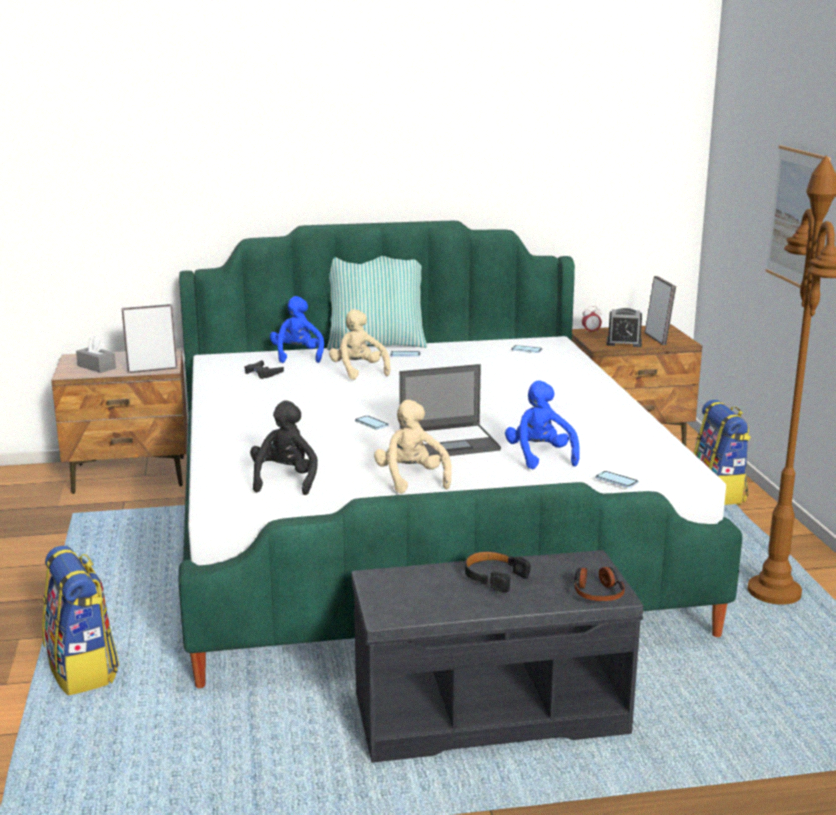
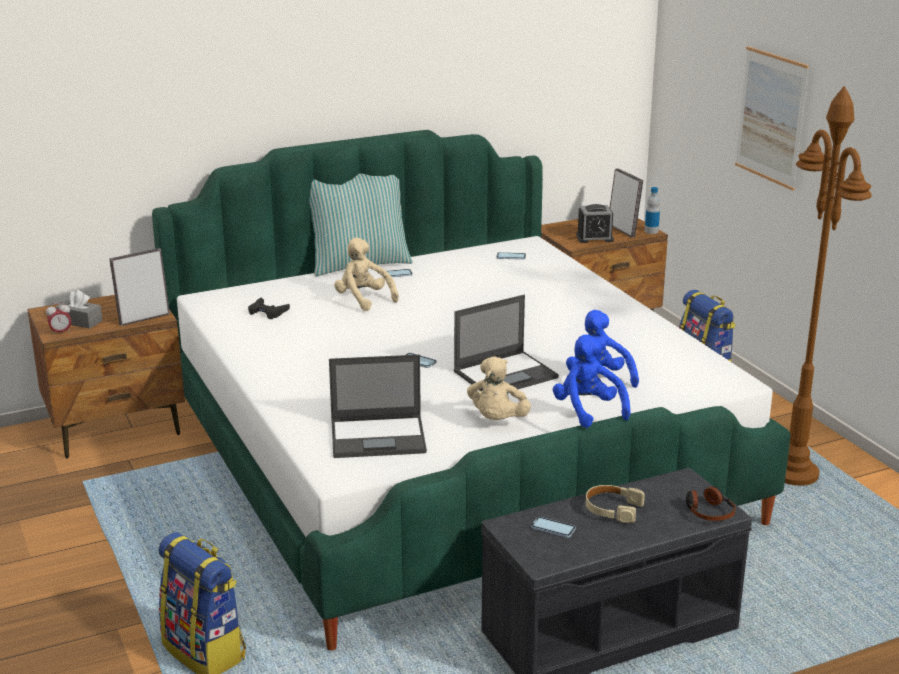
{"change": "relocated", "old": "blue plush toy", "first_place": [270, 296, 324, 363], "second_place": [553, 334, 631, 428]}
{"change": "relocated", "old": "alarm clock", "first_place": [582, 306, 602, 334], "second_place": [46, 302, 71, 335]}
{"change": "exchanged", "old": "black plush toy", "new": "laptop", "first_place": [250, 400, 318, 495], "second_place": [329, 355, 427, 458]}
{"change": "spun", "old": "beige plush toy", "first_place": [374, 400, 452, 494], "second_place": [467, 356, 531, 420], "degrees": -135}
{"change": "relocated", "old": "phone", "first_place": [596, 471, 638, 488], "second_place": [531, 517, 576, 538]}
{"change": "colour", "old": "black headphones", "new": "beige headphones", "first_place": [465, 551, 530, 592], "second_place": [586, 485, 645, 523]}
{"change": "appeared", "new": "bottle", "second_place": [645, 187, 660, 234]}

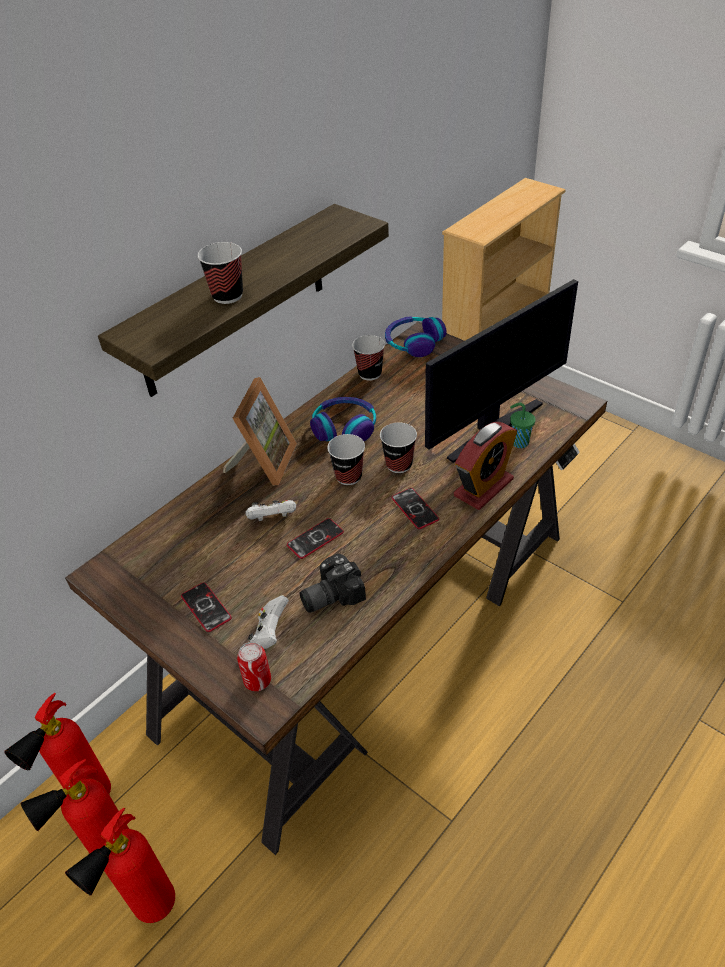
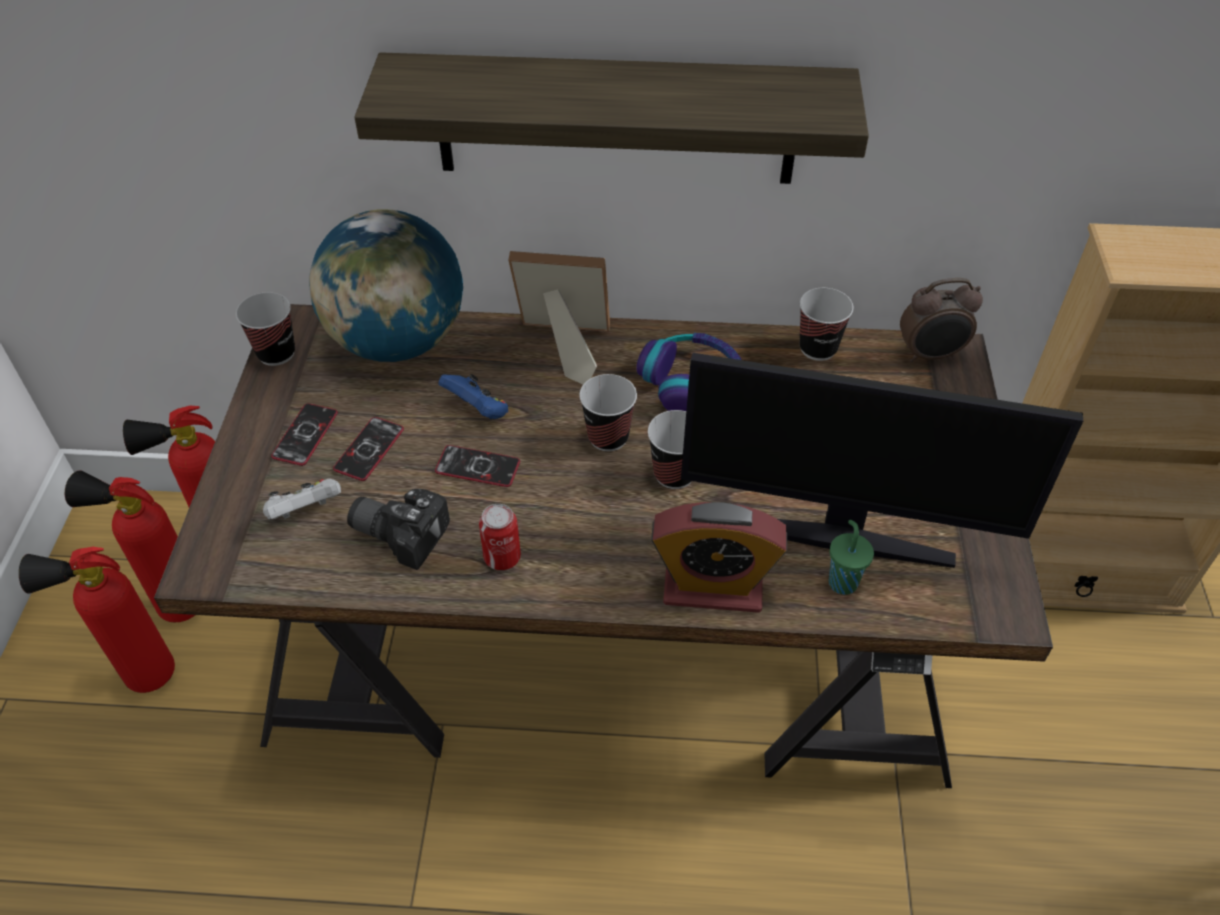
{"change": "relocated", "old": "cup", "first_place": [198, 242, 243, 304], "second_place": [236, 292, 295, 366]}
{"change": "exchanged", "old": "headphones", "new": "alarm clock", "first_place": [385, 316, 447, 357], "second_place": [900, 278, 983, 363]}
{"change": "spun", "old": "picture frame", "first_place": [223, 377, 297, 486], "second_place": [509, 251, 610, 384], "degrees": -150}
{"change": "relocated", "old": "phone", "first_place": [391, 488, 439, 529], "second_place": [333, 417, 404, 481]}
{"change": "colour", "old": "white game controller", "new": "blue game controller", "first_place": [245, 500, 296, 521], "second_place": [438, 374, 508, 419]}
{"change": "relocated", "old": "can", "first_place": [237, 642, 271, 691], "second_place": [479, 504, 521, 570]}
{"change": "appeared", "new": "globe", "second_place": [309, 209, 463, 362]}

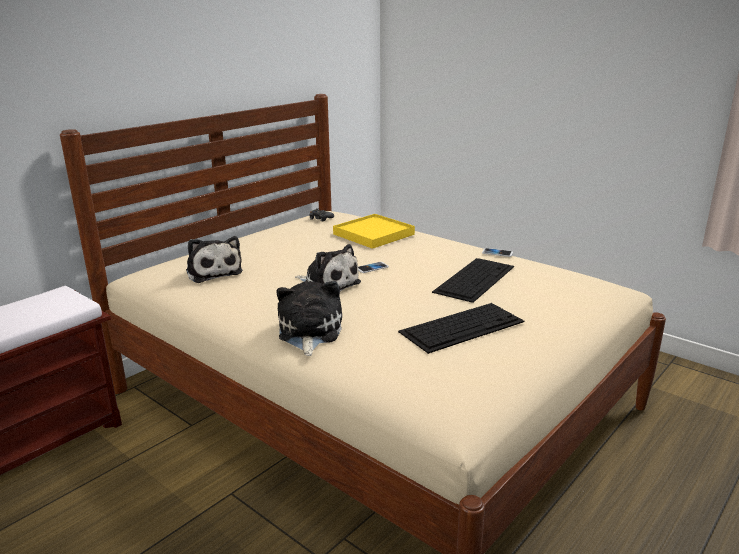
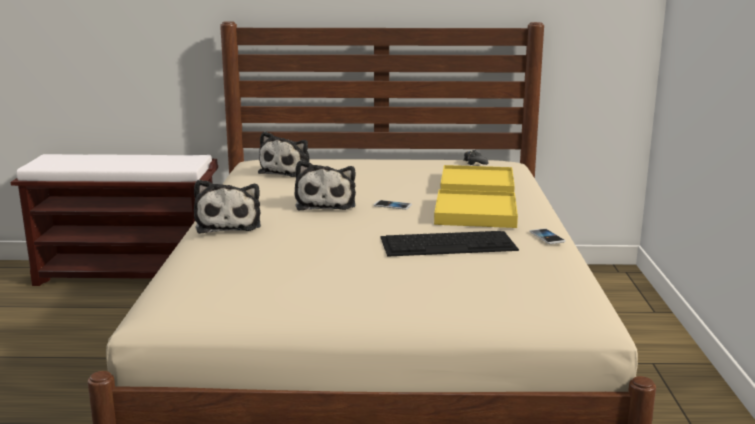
{"change": "spun", "old": "plush toy", "first_place": [276, 281, 342, 356], "second_place": [194, 180, 261, 234], "degrees": 120}
{"change": "missing", "old": "keyboard", "first_place": [398, 303, 525, 354]}
{"change": "appeared", "new": "yellow tray", "second_place": [434, 190, 518, 228]}

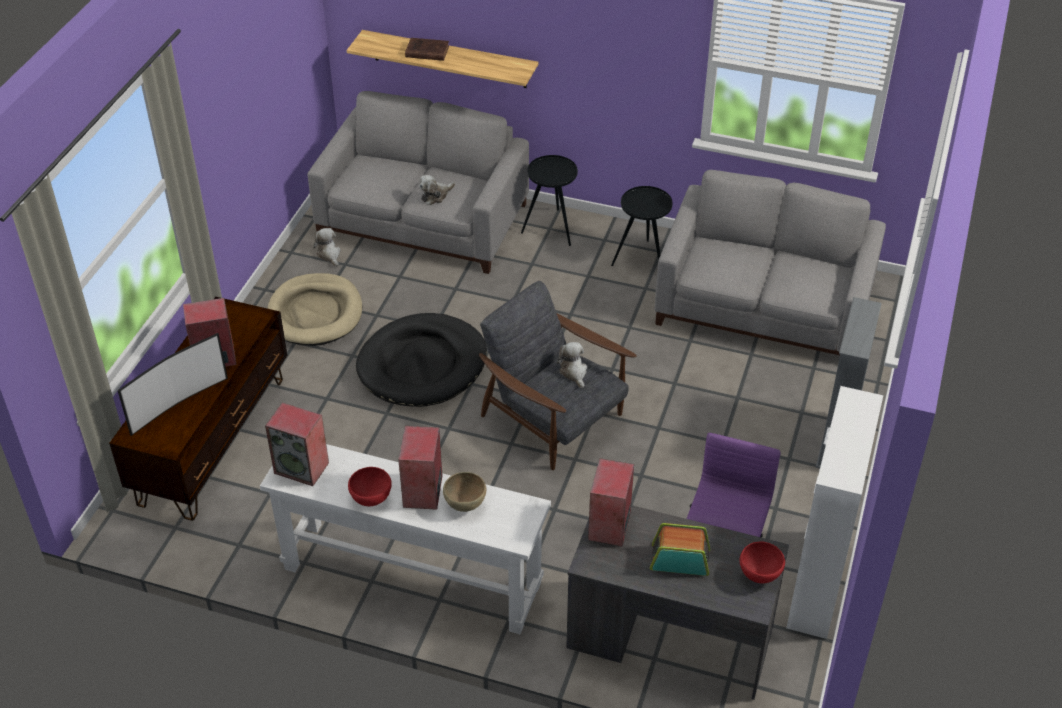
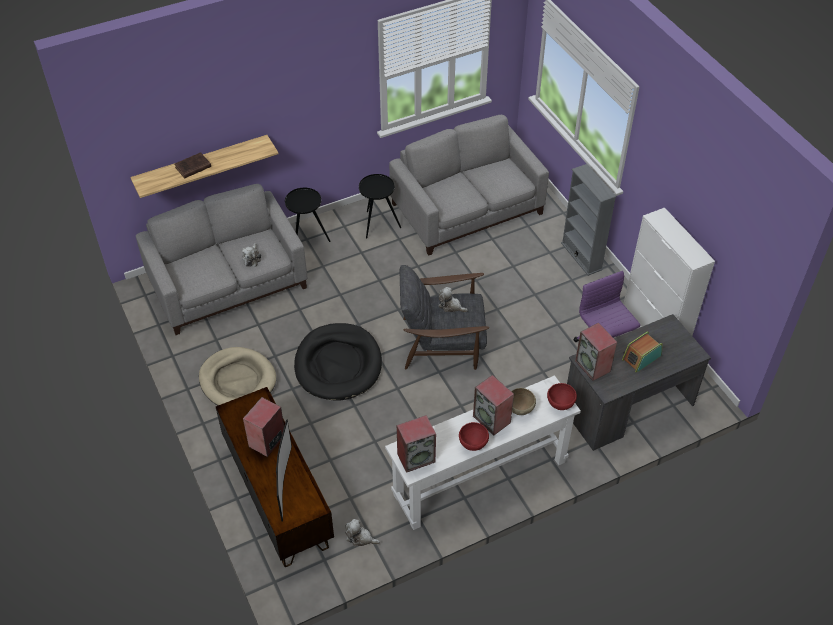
{"change": "relocated", "old": "plush toy", "first_place": [313, 228, 341, 267], "second_place": [345, 519, 380, 547]}
{"change": "relocated", "old": "red bowl", "first_place": [740, 542, 785, 583], "second_place": [547, 383, 577, 410]}

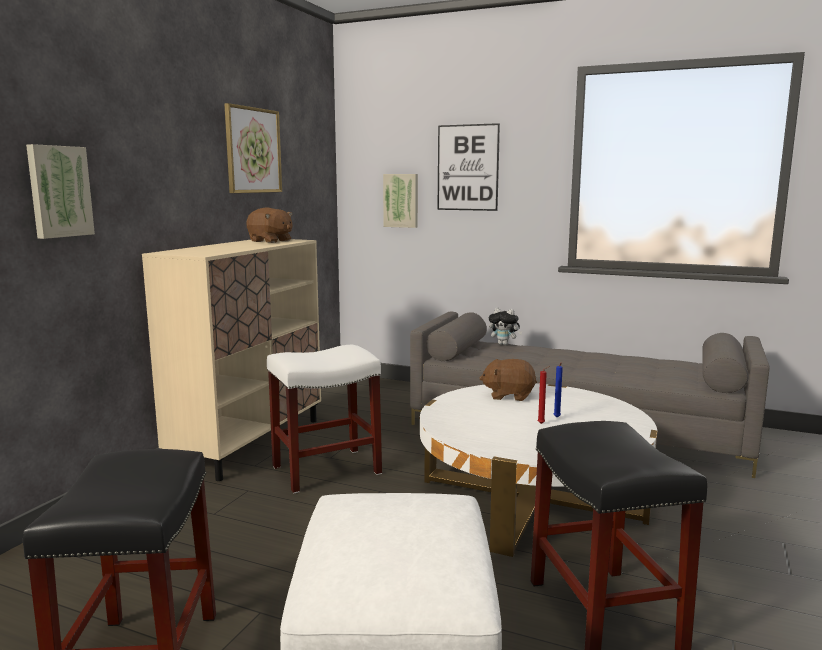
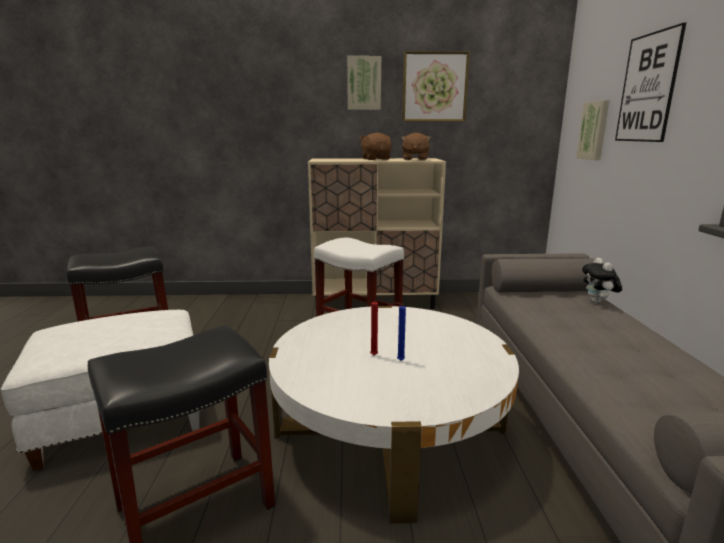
{"change": "relocated", "old": "picture", "first_place": [26, 144, 95, 239], "second_place": [347, 56, 381, 110]}
{"change": "relocated", "old": "brown plush toy", "first_place": [479, 359, 537, 401], "second_place": [359, 133, 392, 160]}

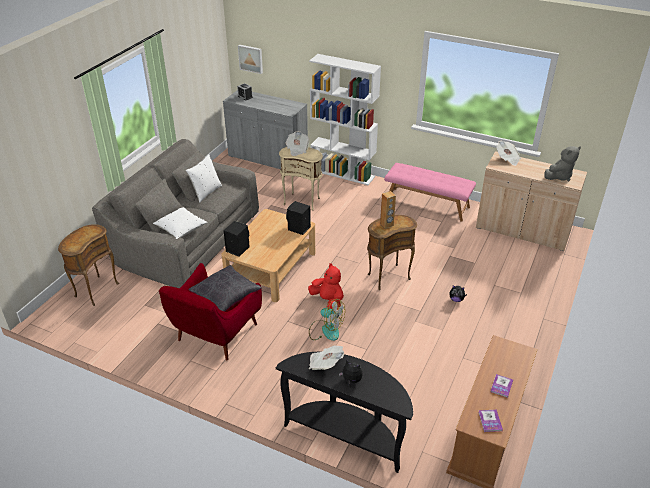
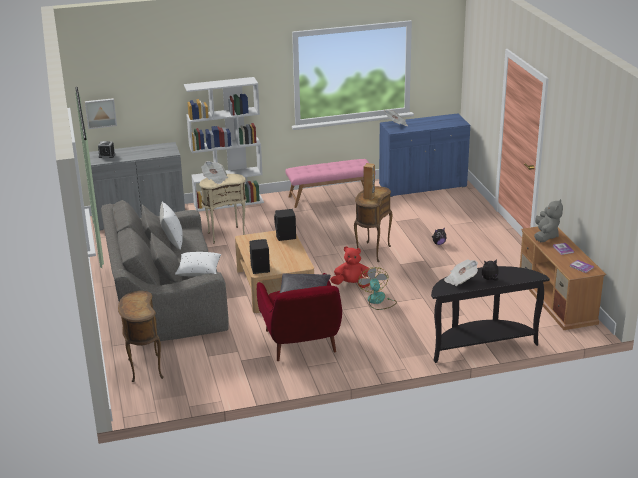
{"change": "relocated", "old": "grey plush toy", "first_place": [544, 146, 581, 181], "second_place": [534, 199, 563, 242]}
{"change": "colour", "old": "beige cabinet", "new": "blue cabinet", "first_place": [476, 151, 587, 251], "second_place": [379, 113, 470, 197]}
{"change": "spun", "old": "fan", "first_place": [309, 299, 345, 341], "second_place": [358, 267, 397, 310], "degrees": -90}

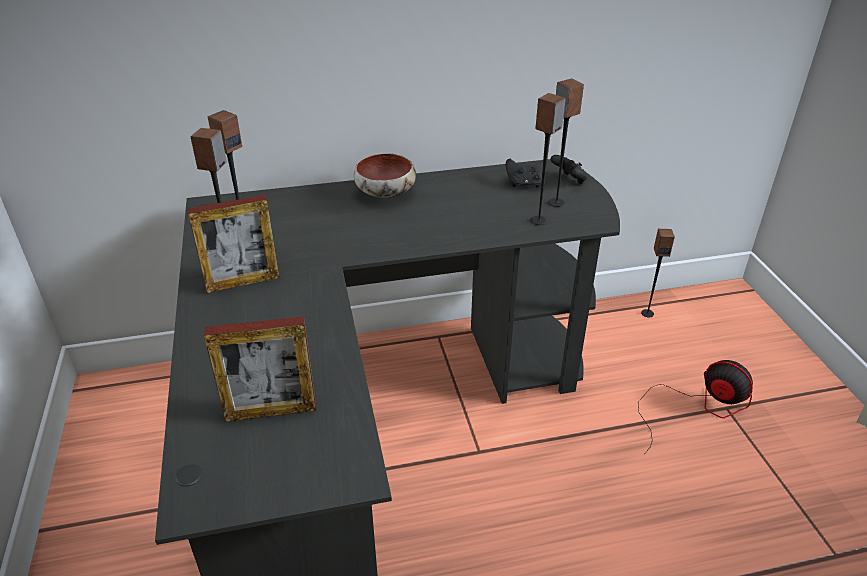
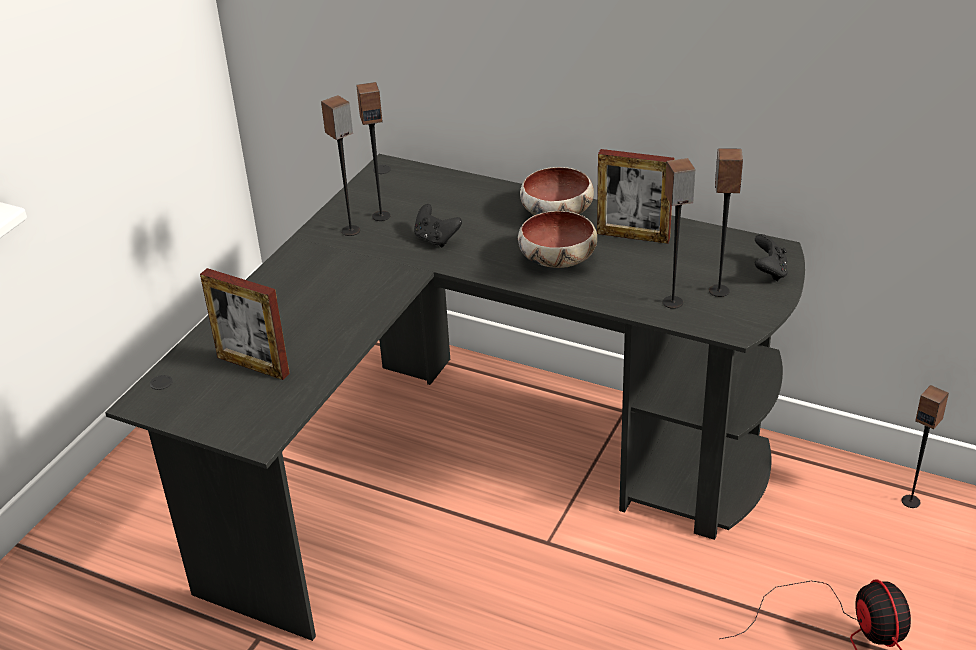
{"change": "relocated", "old": "black game controller", "first_place": [505, 159, 548, 187], "second_place": [414, 204, 462, 247]}
{"change": "relocated", "old": "picture frame", "first_place": [187, 195, 280, 293], "second_place": [597, 149, 674, 244]}
{"change": "appeared", "new": "bowl", "second_place": [518, 211, 597, 268]}

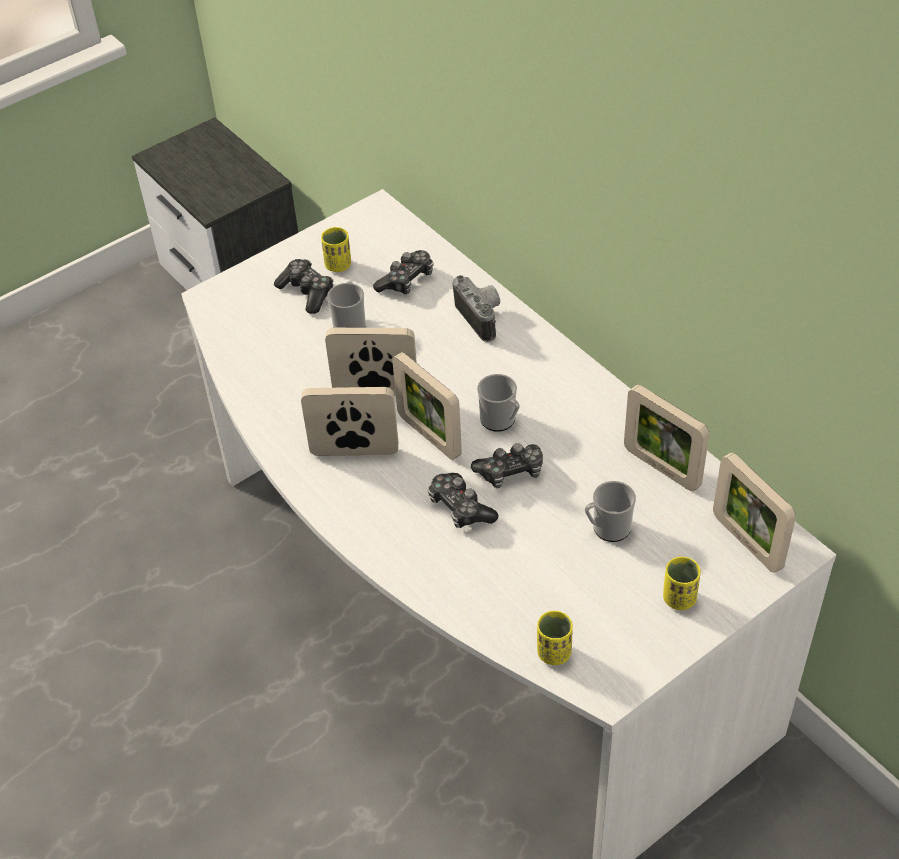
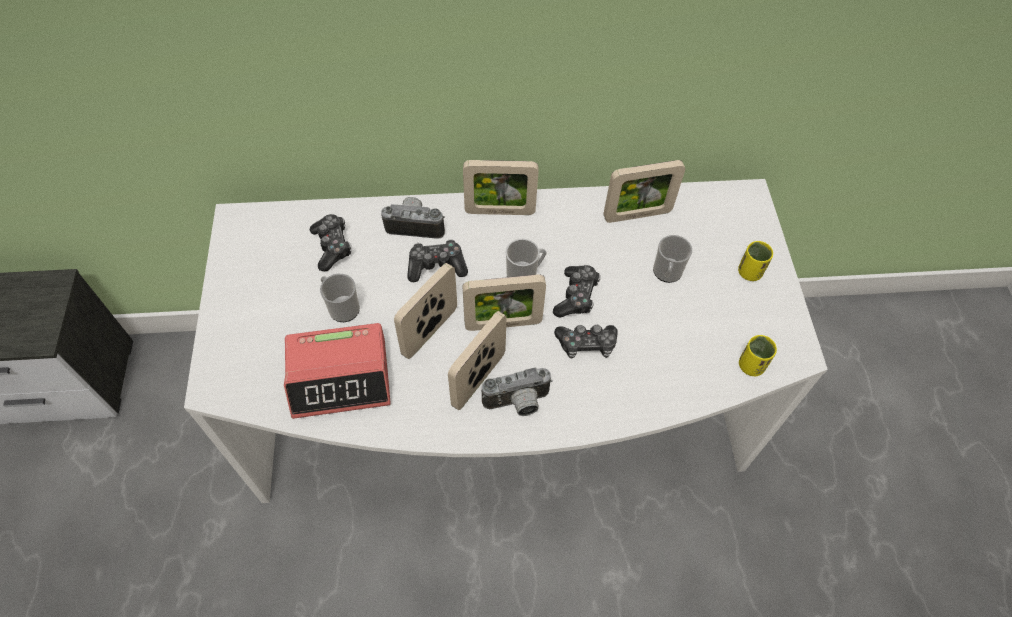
{"change": "missing", "old": "yellow cup", "first_place": [321, 227, 351, 272]}
{"change": "relocated", "old": "game controller", "first_place": [274, 259, 333, 314], "second_place": [407, 239, 468, 282]}
{"change": "relocated", "old": "picture frame", "first_place": [713, 453, 796, 573], "second_place": [463, 160, 538, 215]}
{"change": "appeared", "new": "alarm clock", "second_place": [284, 323, 391, 419]}
{"change": "appeared", "new": "photo camera", "second_place": [482, 368, 553, 416]}

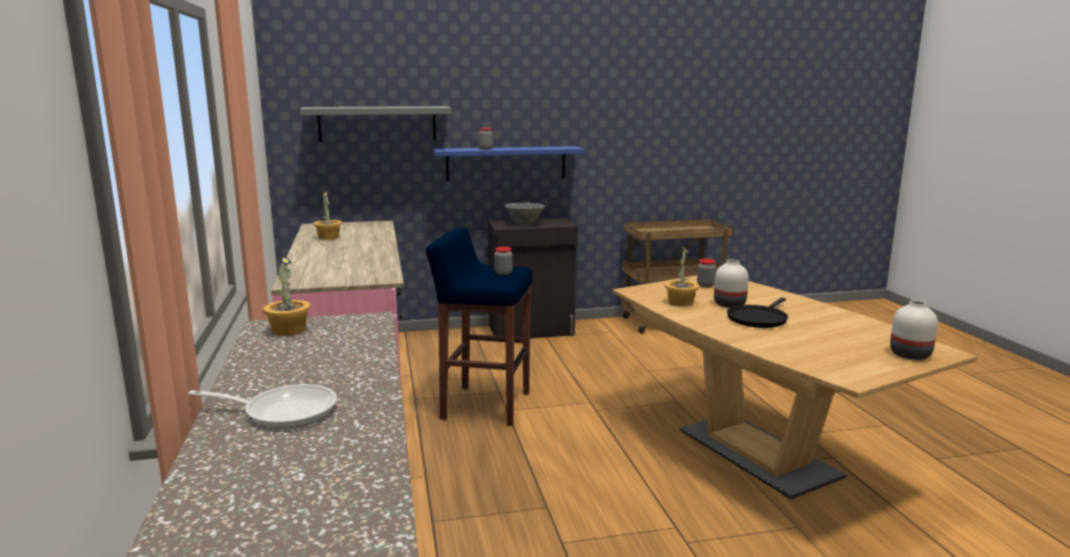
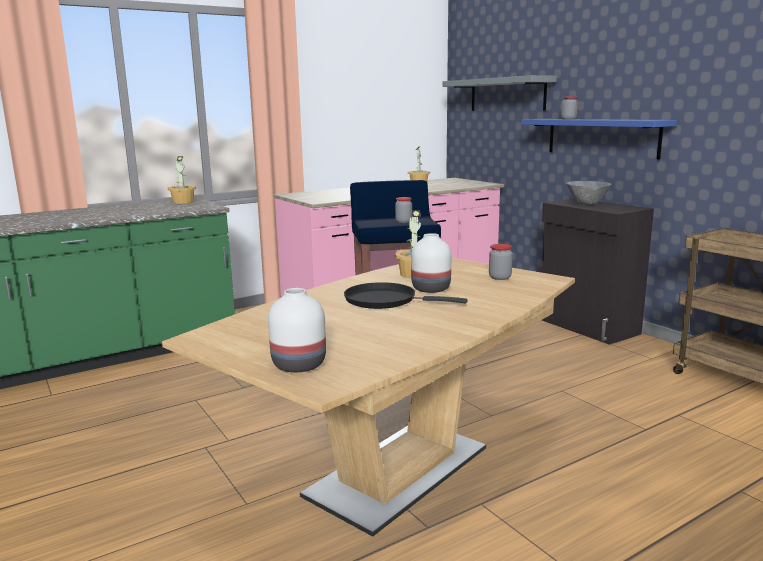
{"change": "missing", "old": "frying pan", "first_place": [188, 384, 337, 429]}

